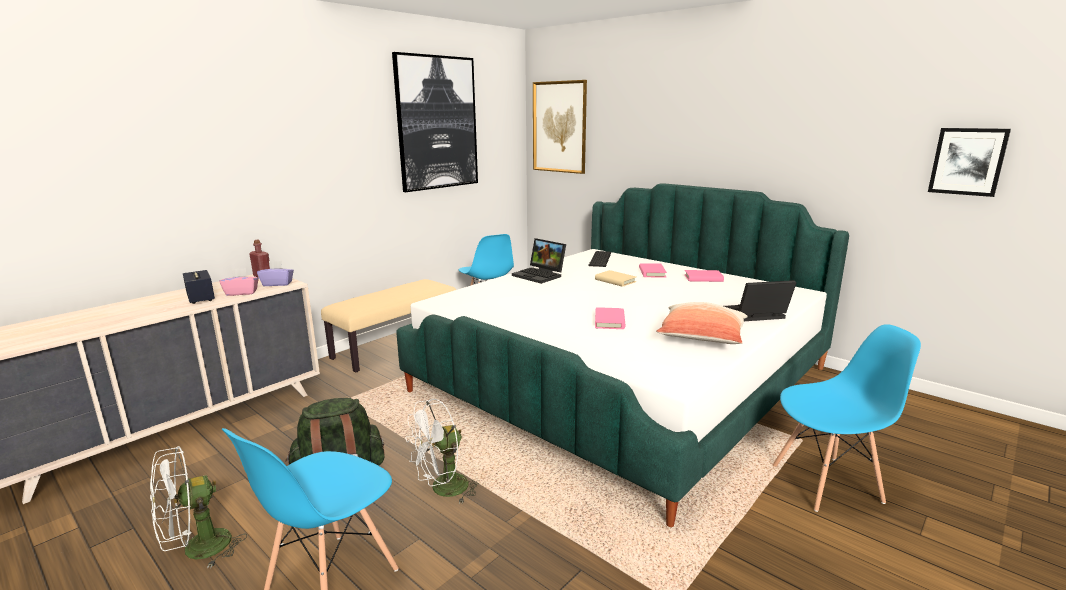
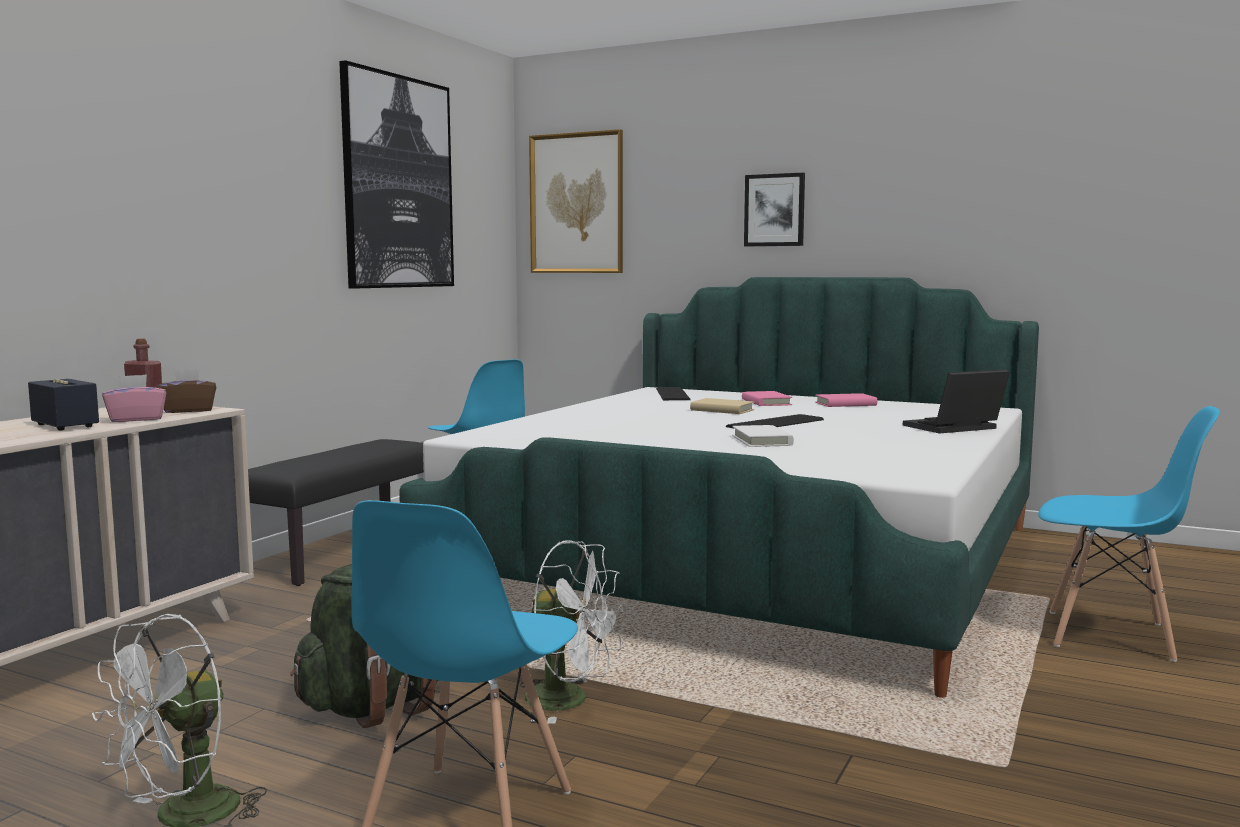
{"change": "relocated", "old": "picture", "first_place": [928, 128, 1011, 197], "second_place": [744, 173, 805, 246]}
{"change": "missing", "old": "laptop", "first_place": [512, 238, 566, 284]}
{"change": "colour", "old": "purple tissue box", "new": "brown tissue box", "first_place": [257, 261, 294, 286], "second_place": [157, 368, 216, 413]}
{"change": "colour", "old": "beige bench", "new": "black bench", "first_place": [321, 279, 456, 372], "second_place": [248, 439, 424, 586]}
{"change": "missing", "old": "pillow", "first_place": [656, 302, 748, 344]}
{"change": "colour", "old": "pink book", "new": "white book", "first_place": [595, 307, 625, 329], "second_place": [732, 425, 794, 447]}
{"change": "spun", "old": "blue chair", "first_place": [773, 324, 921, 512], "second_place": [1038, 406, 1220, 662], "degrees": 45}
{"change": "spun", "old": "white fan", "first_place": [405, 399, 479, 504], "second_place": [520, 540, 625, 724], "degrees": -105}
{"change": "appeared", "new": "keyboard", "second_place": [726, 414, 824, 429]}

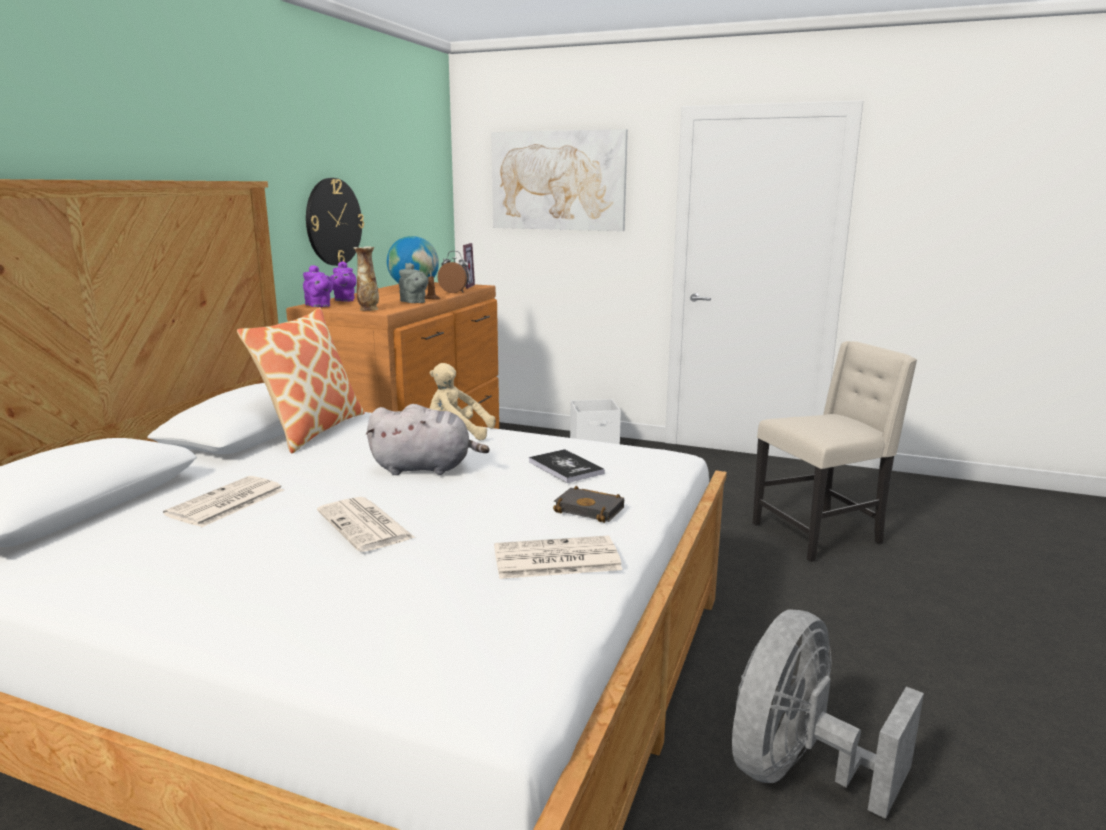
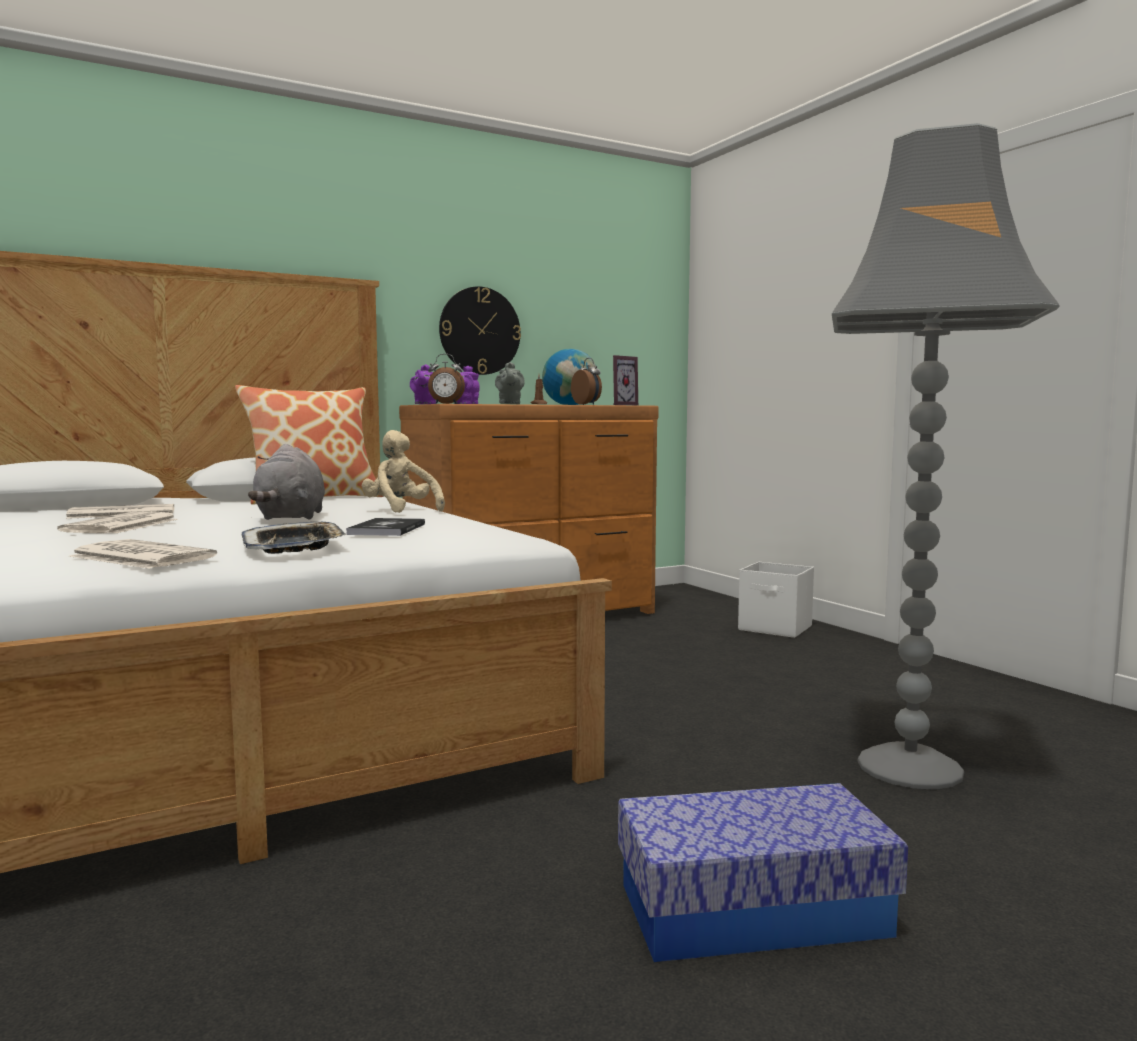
{"change": "missing", "old": "picture", "first_place": [491, 129, 628, 231]}
{"change": "exchanged", "old": "vase", "new": "alarm clock", "first_place": [353, 246, 379, 311], "second_place": [428, 354, 465, 404]}
{"change": "exchanged", "old": "beige chair", "new": "grey floor lamp", "first_place": [752, 341, 917, 562], "second_place": [832, 123, 1059, 790]}
{"change": "spun", "old": "grey plush toy", "first_place": [366, 404, 490, 475], "second_place": [248, 444, 325, 520], "degrees": 45}
{"change": "exchanged", "old": "black book", "new": "tray", "first_place": [553, 486, 624, 523], "second_place": [241, 522, 347, 554]}
{"change": "missing", "old": "grey fan", "first_place": [732, 610, 924, 819]}
{"change": "appeared", "new": "storage box", "second_place": [618, 783, 908, 962]}

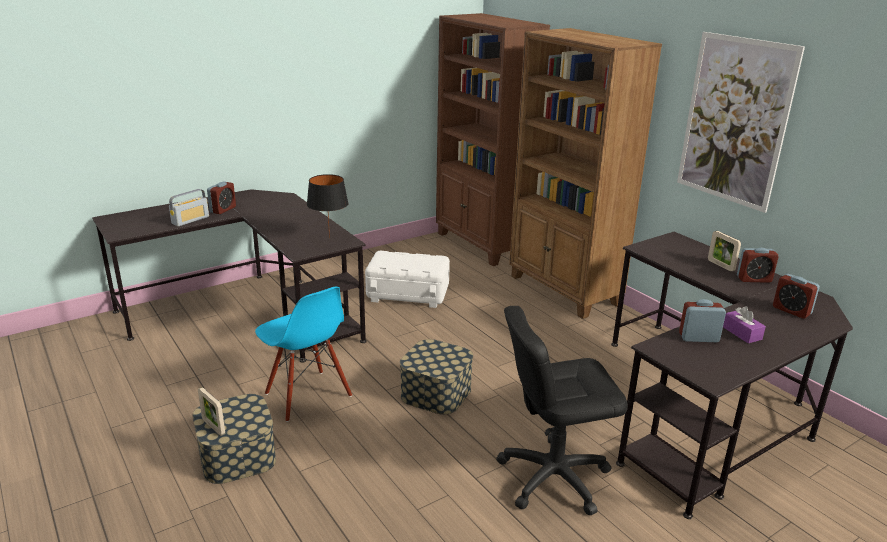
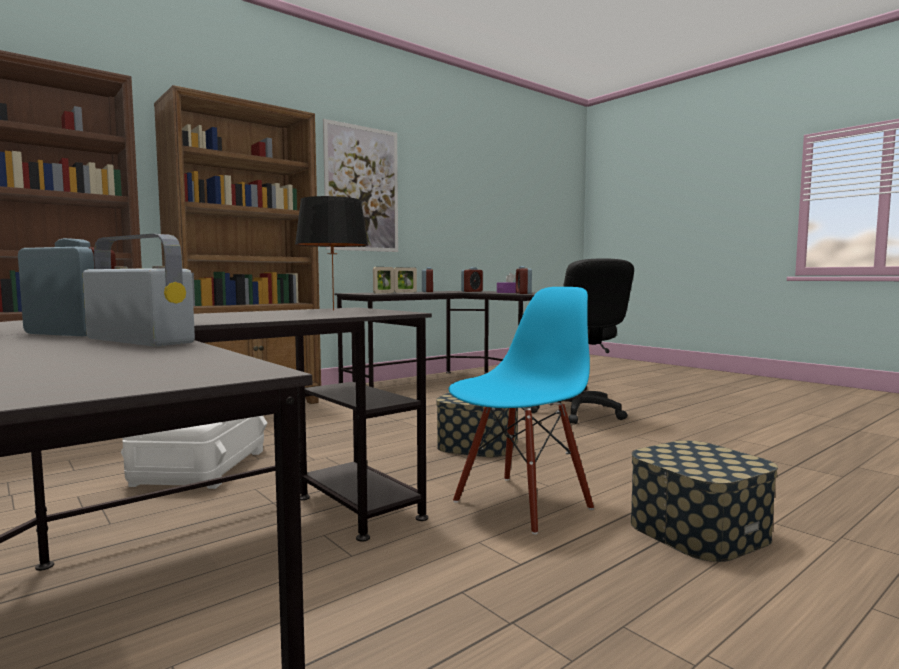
{"change": "relocated", "old": "picture frame", "first_place": [198, 387, 225, 436], "second_place": [373, 267, 394, 294]}

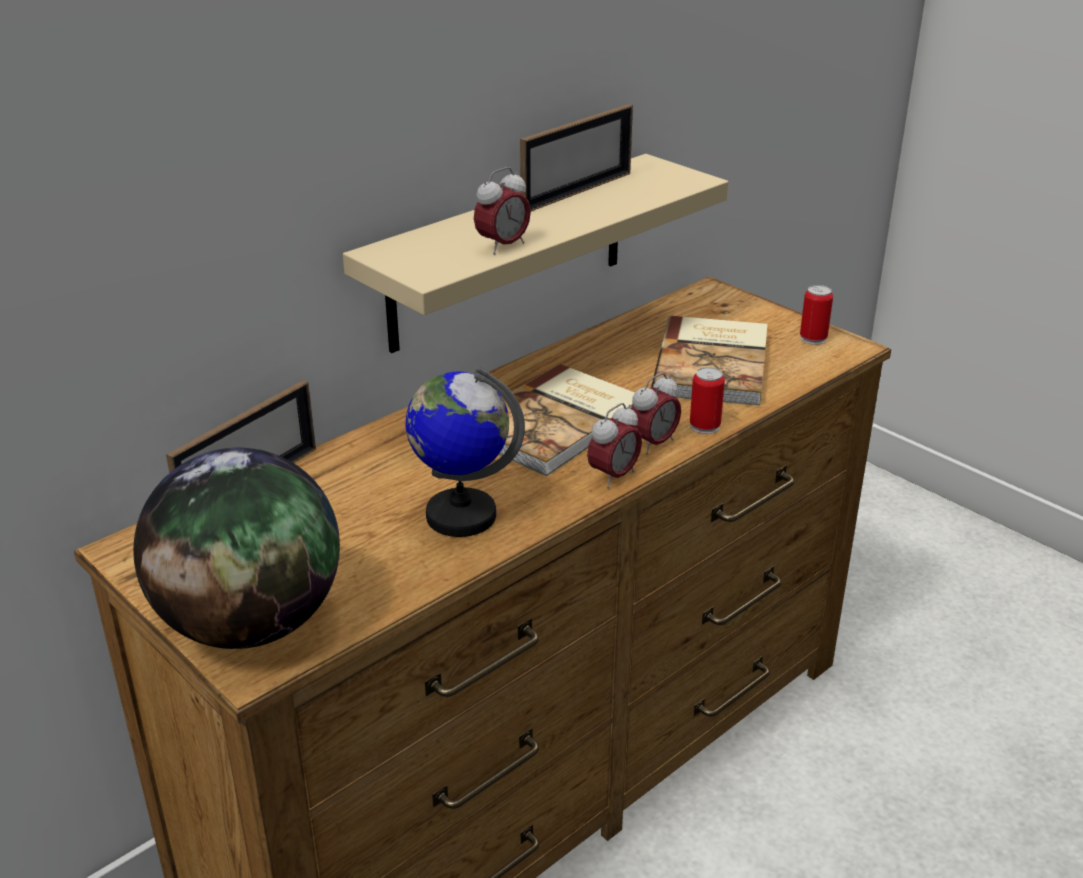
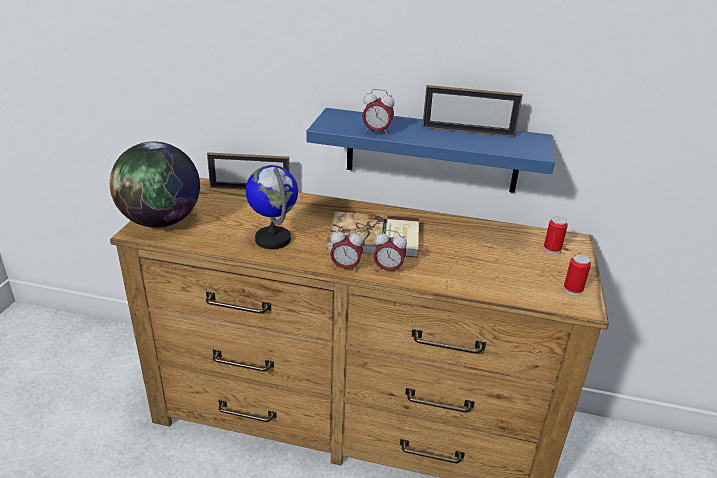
{"change": "colour", "old": "beige shelf", "new": "blue shelf", "first_place": [343, 154, 729, 353], "second_place": [307, 108, 555, 193]}
{"change": "missing", "old": "book", "first_place": [651, 316, 767, 406]}
{"change": "relocated", "old": "can", "first_place": [690, 367, 725, 434], "second_place": [544, 216, 568, 254]}

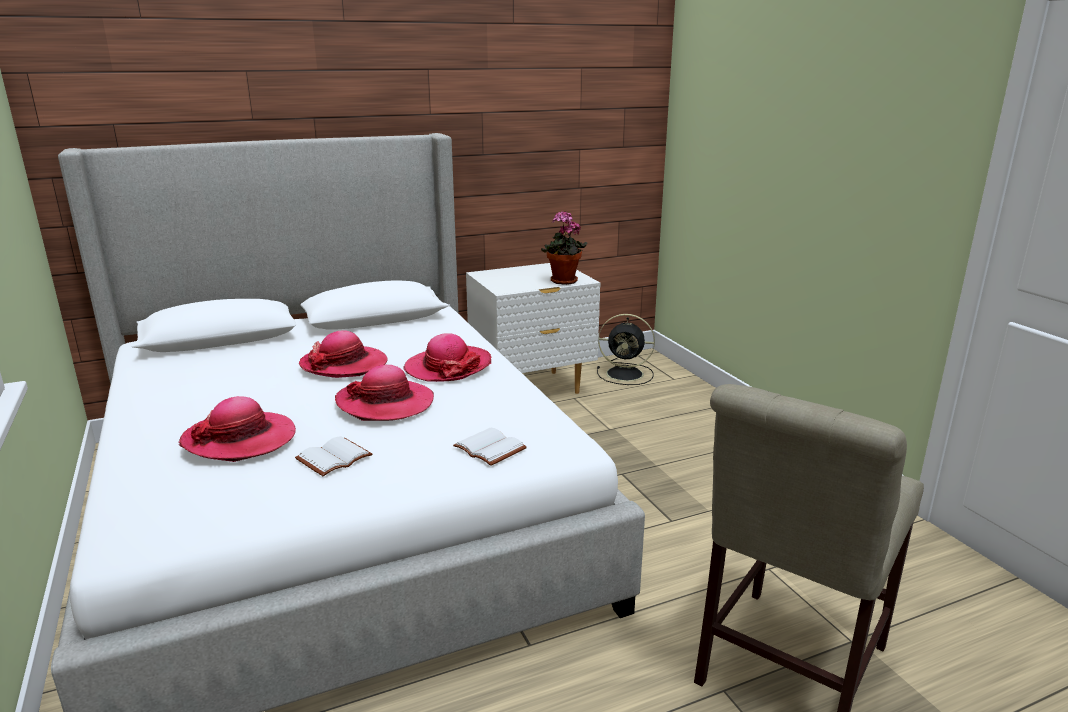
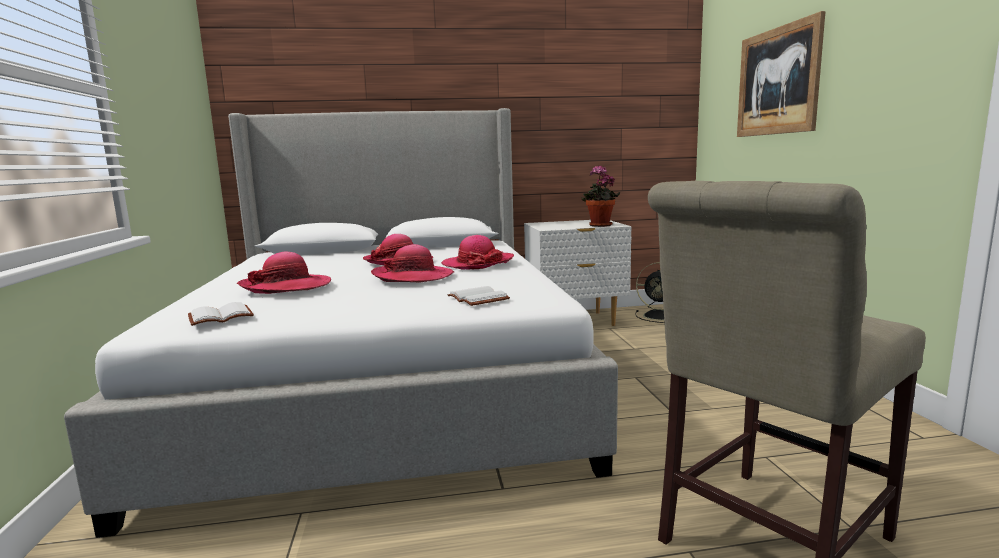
{"change": "relocated", "old": "white book", "first_place": [295, 436, 372, 476], "second_place": [188, 302, 254, 326]}
{"change": "appeared", "new": "picture", "second_place": [737, 11, 826, 137]}

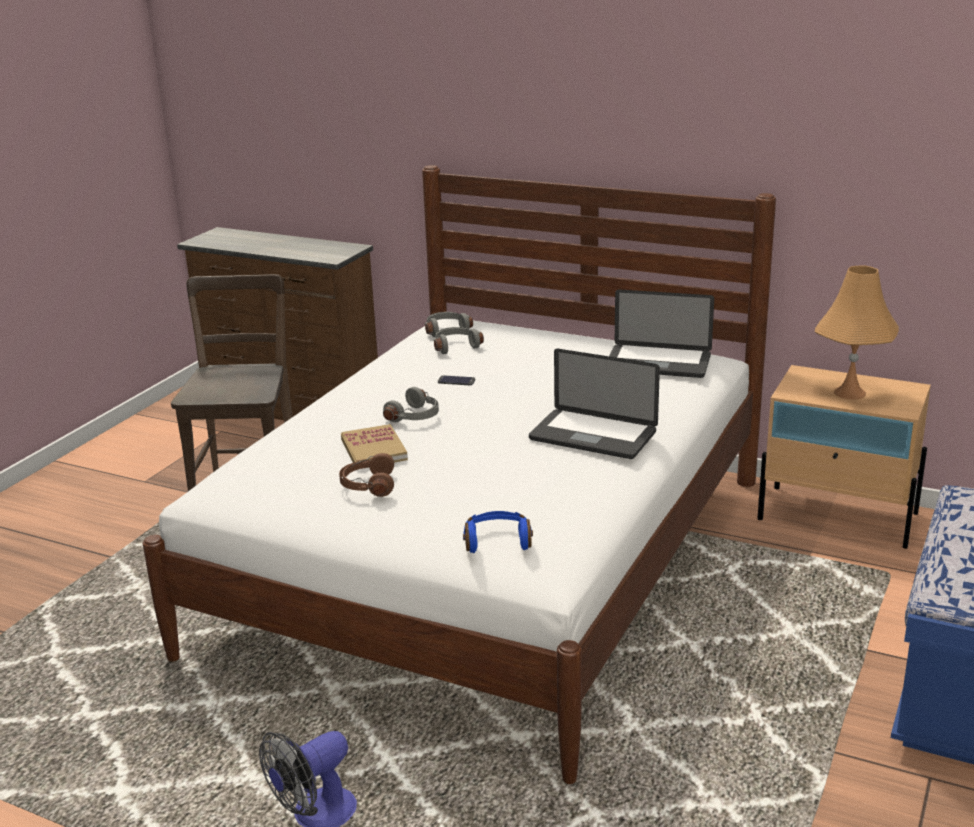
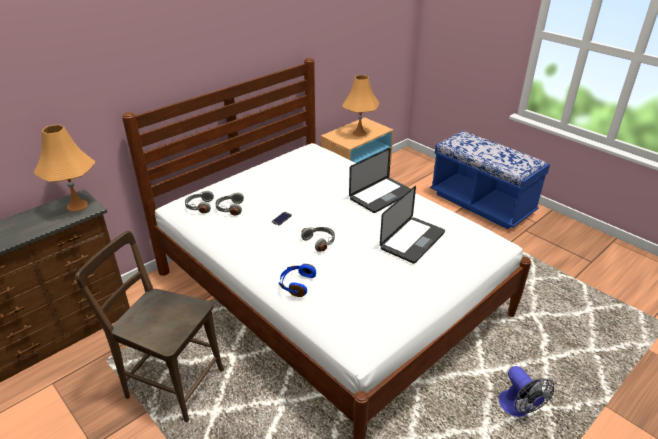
{"change": "relocated", "old": "laptop", "first_place": [609, 289, 714, 378], "second_place": [380, 186, 445, 264]}
{"change": "missing", "old": "book", "first_place": [341, 424, 408, 463]}
{"change": "missing", "old": "brown headphones", "first_place": [339, 453, 394, 497]}
{"change": "relocated", "old": "blue headphones", "first_place": [463, 511, 533, 553], "second_place": [279, 264, 316, 297]}
{"change": "appeared", "new": "orange table lamp", "second_place": [34, 125, 96, 212]}

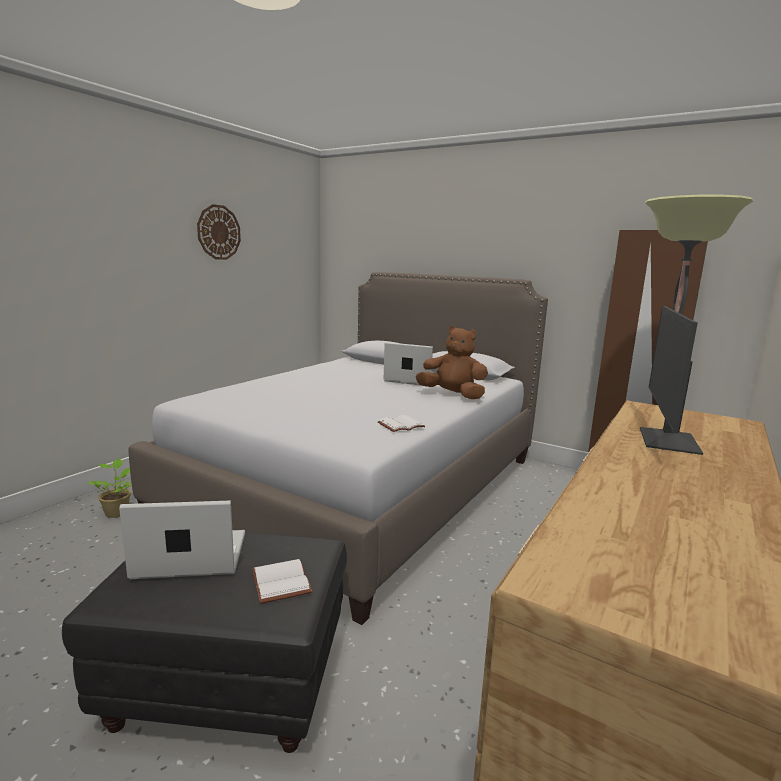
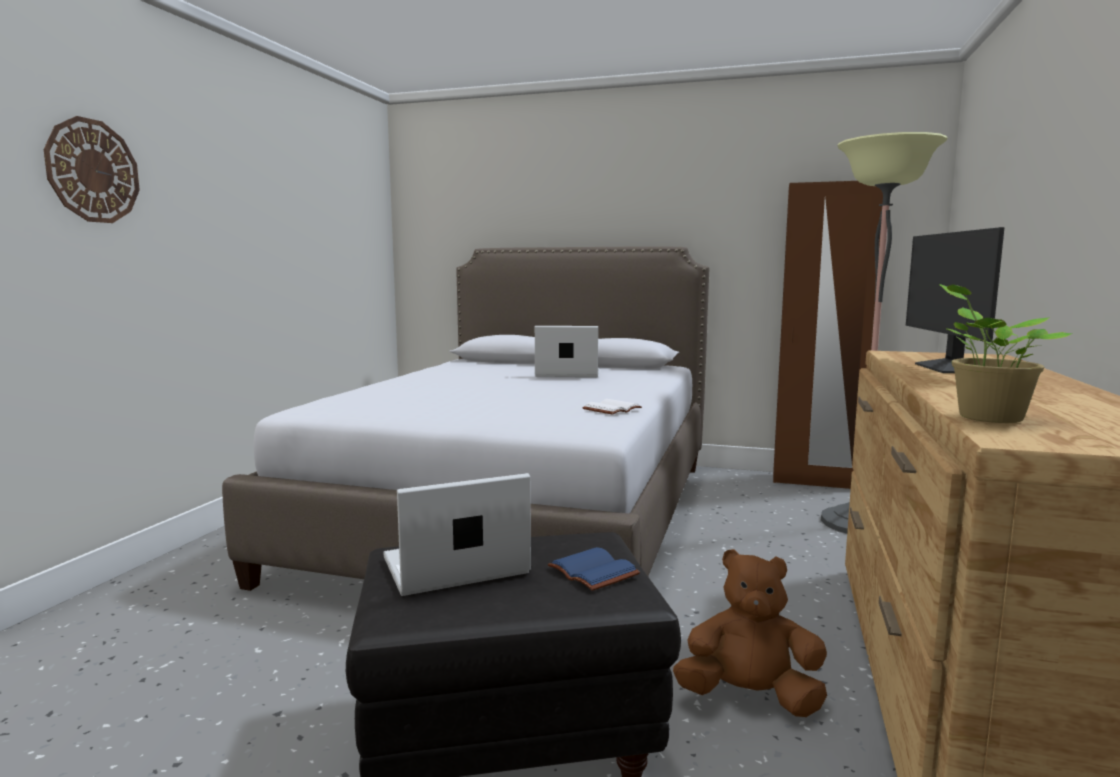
{"change": "relocated", "old": "wall clock", "first_place": [197, 204, 241, 260], "second_place": [44, 116, 140, 223]}
{"change": "relocated", "old": "brown plush toy", "first_place": [416, 326, 488, 399], "second_place": [673, 549, 827, 717]}
{"change": "relocated", "old": "potted plant", "first_place": [88, 459, 132, 518], "second_place": [939, 284, 1072, 423]}
{"change": "colour", "old": "white book", "new": "blue book", "first_place": [252, 559, 312, 604], "second_place": [548, 547, 640, 591]}

